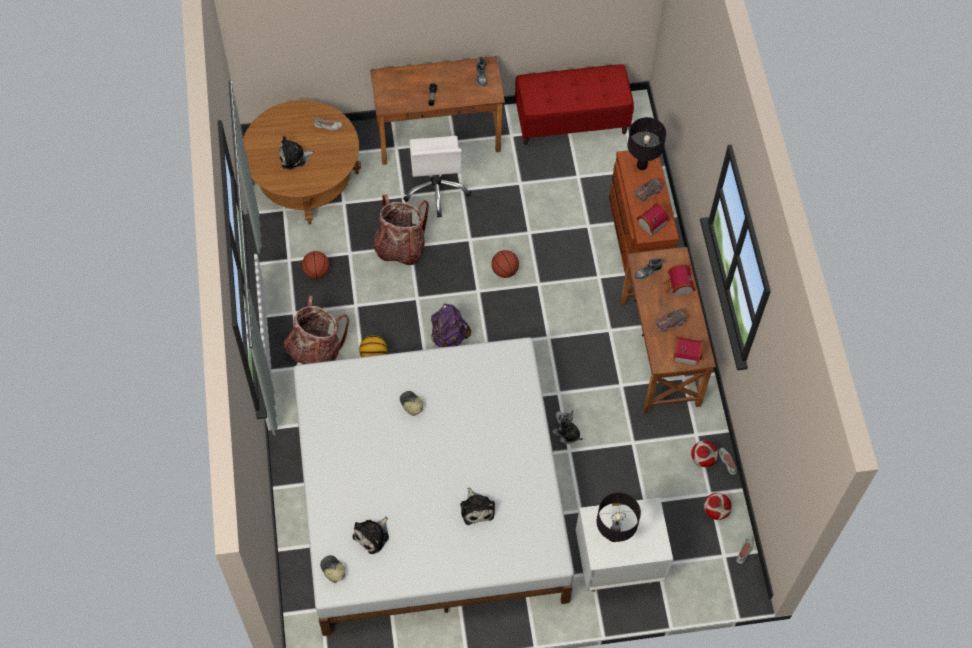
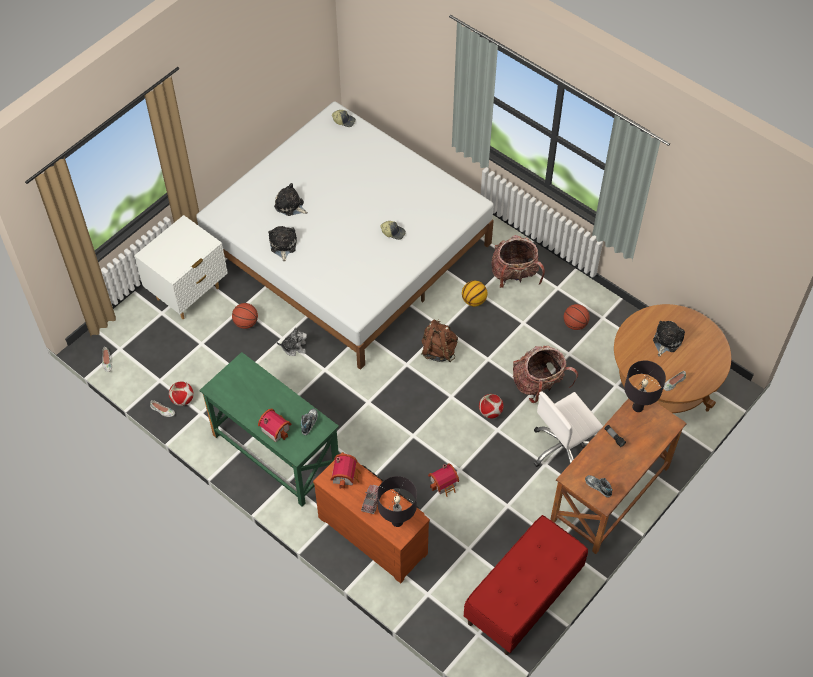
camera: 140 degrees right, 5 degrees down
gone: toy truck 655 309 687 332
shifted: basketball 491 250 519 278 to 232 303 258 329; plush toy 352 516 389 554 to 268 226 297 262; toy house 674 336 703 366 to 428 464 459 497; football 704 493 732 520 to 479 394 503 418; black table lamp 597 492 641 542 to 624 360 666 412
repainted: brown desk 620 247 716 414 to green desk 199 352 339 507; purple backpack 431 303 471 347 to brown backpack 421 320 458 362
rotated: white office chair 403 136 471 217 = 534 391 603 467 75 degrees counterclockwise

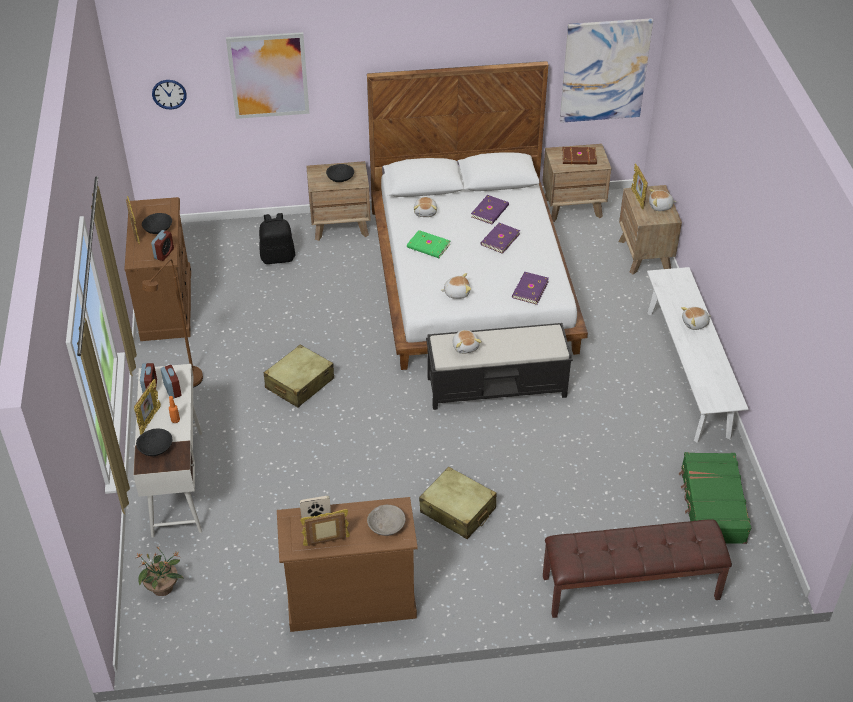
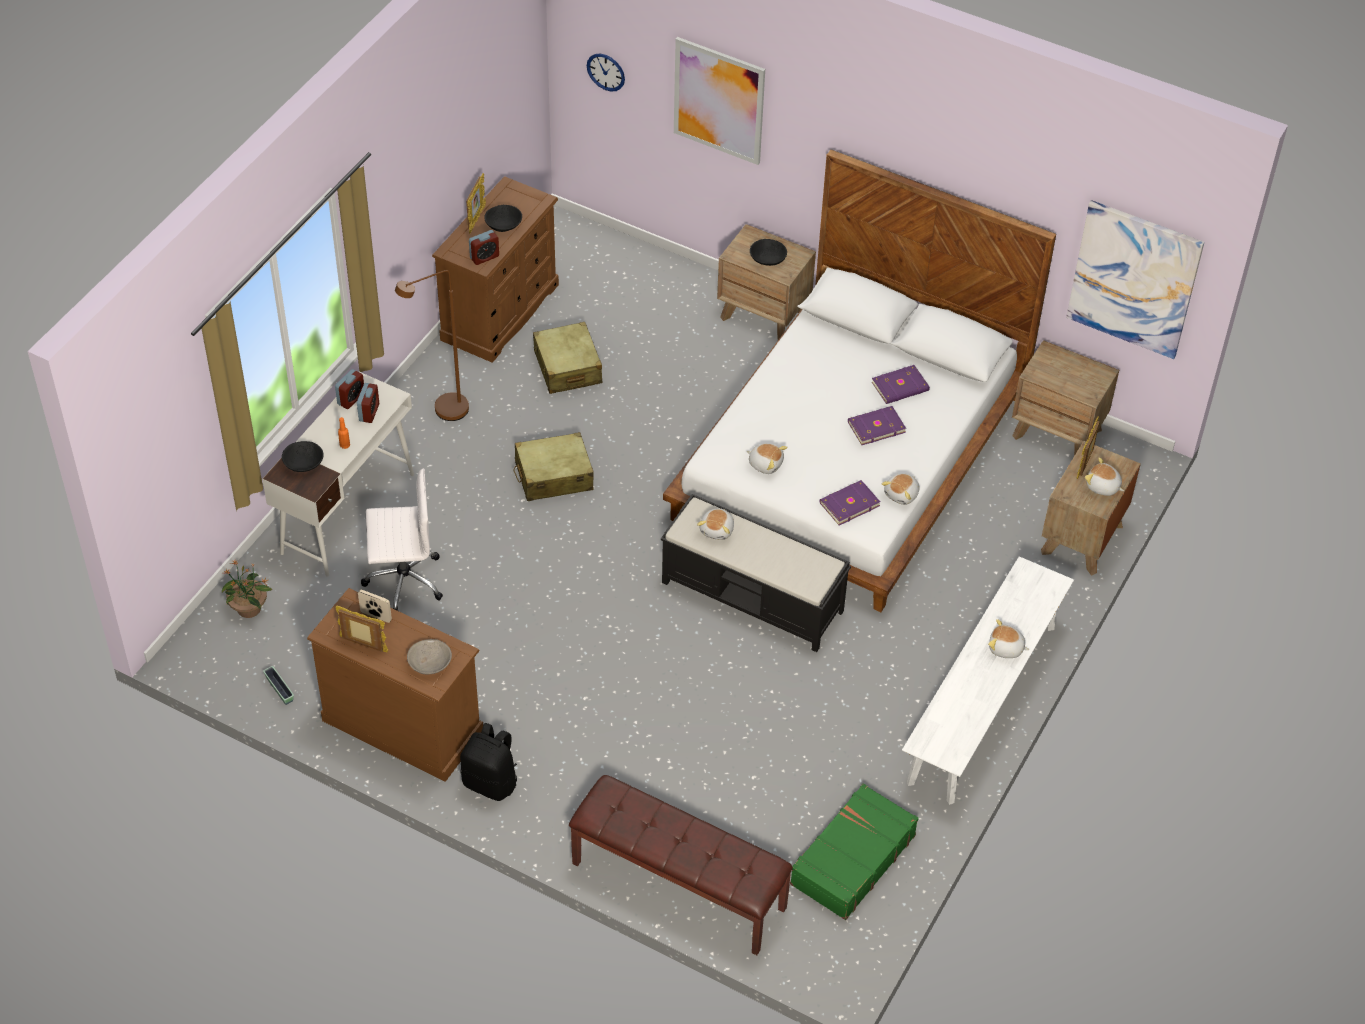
camera: 35 degrees right, 5 degrees up
gone: picture frame 134 379 161 435; green book 407 230 450 258; brown book 562 147 597 165
new: planter 263 666 294 705; white office chair 361 468 443 611
shifted: black backpack 259 213 295 264 to 460 723 517 801; beige suitcase 419 467 497 539 to 533 322 602 394; plush toy 414 197 437 217 to 881 473 920 505

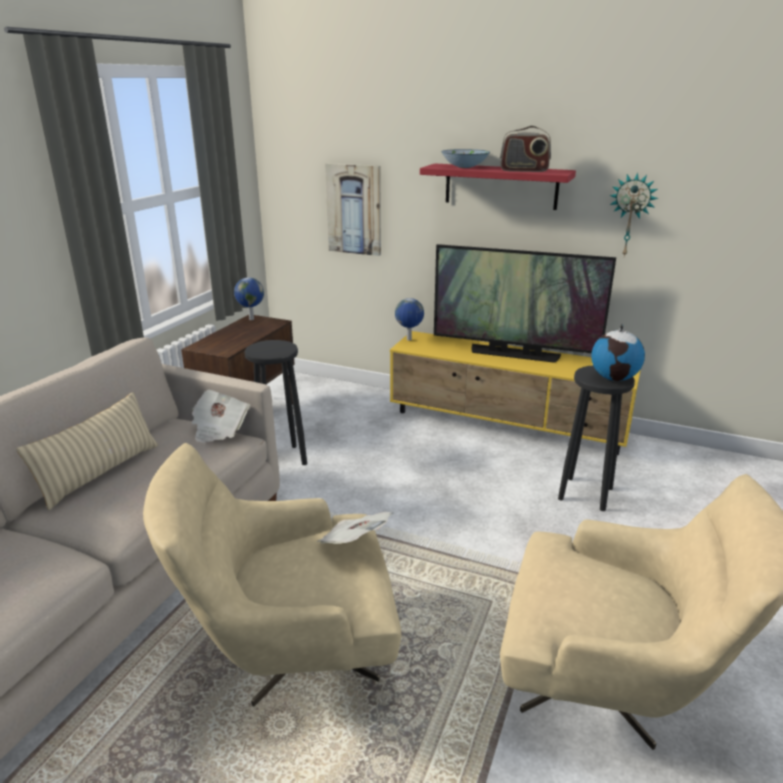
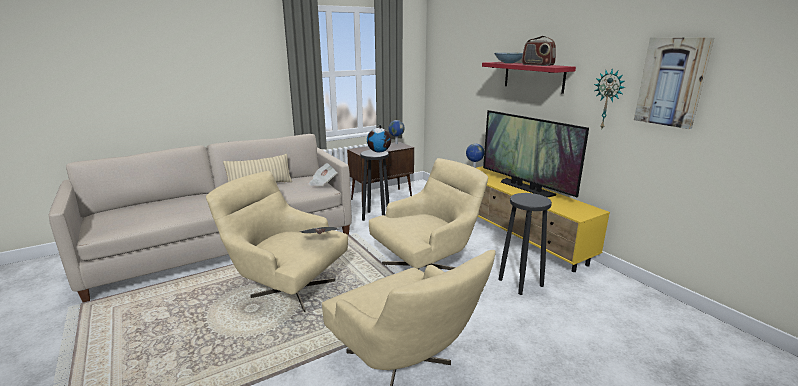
camera: 35 degrees right, 5 degrees down
new: beige armchair 369 158 488 270
shifted: globe 591 324 645 381 to 367 125 391 153; picture 325 163 381 256 to 634 38 714 129

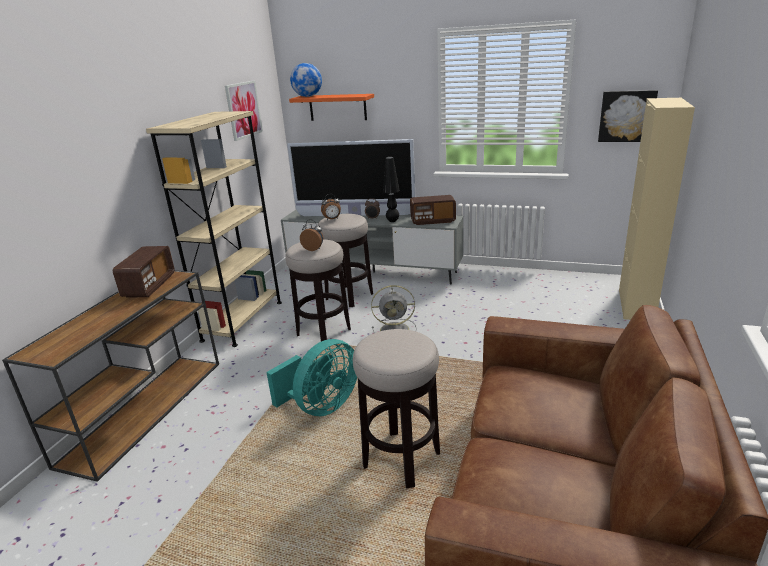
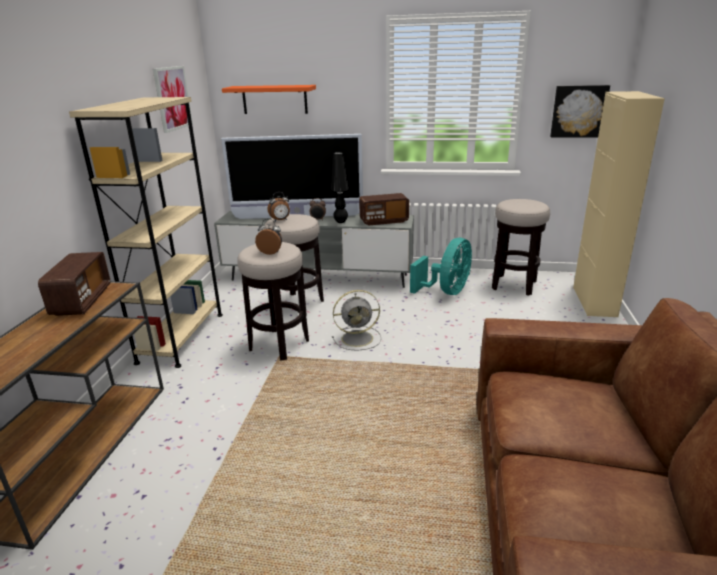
camera: 10 degrees left, 0 degrees up
gone: globe 290 63 322 97
shifted: turquoise fan 266 339 357 416 to 410 238 472 295; stool 353 329 440 489 to 492 199 550 295

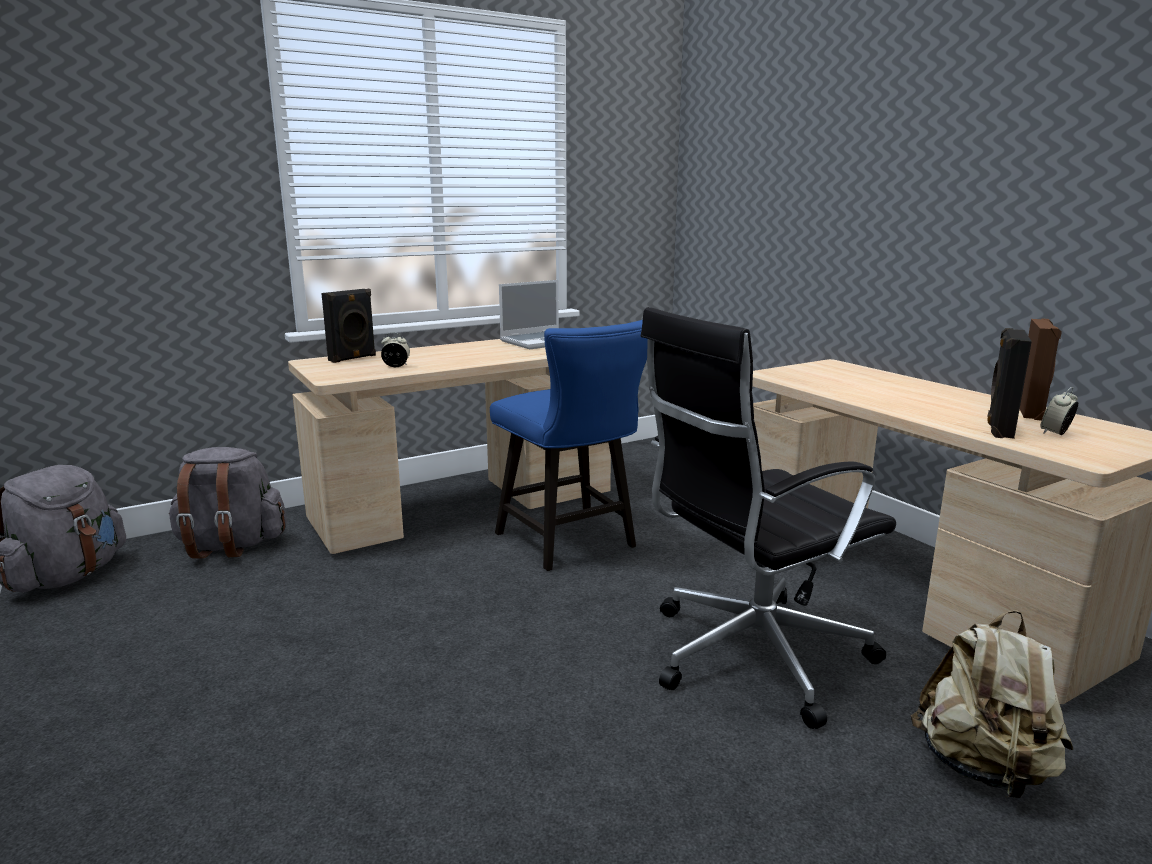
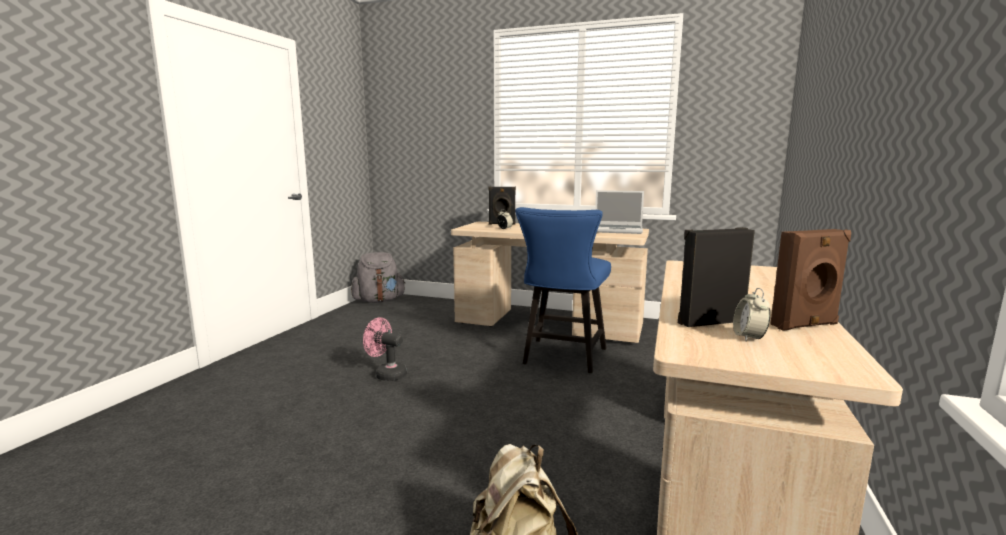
camera: 50 degrees right, 5 degrees down
gone: grey backpack 169 447 286 559; black office chair 641 307 896 729
new: pink fan 363 317 407 381
rotated: alarm clock 1040 387 1078 435 = 733 288 770 341 90 degrees counterclockwise

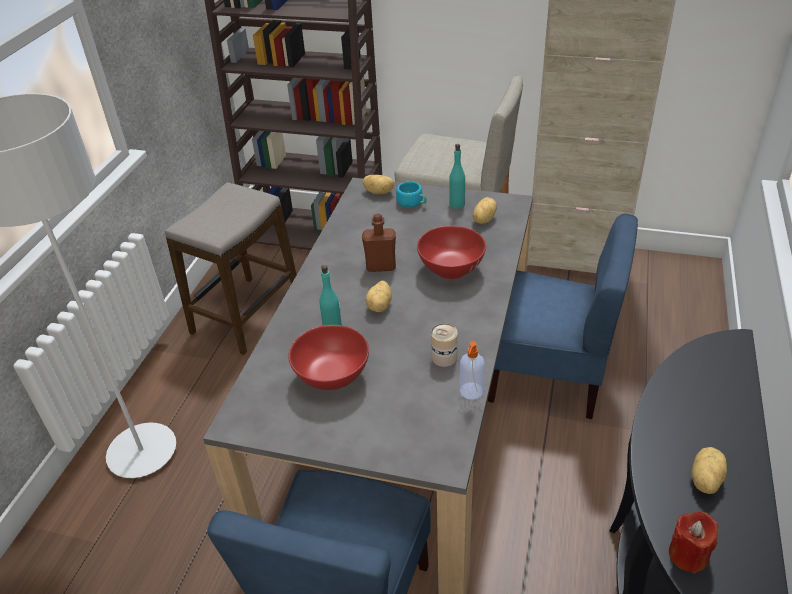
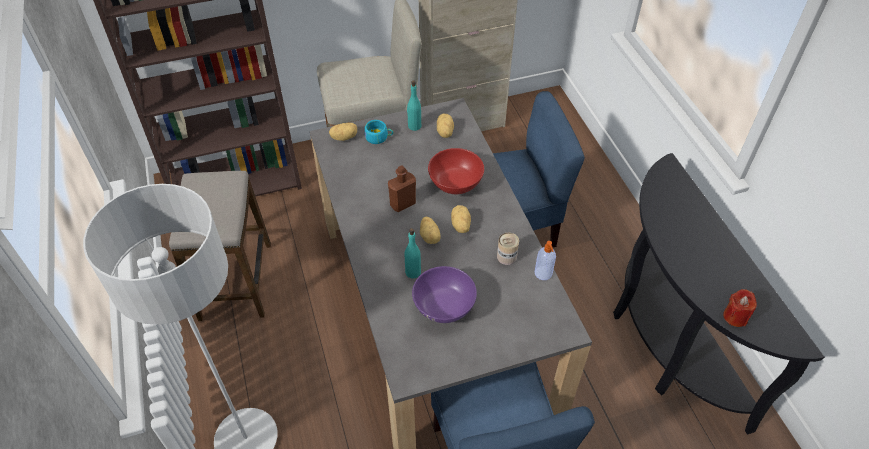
camera: 35 degrees left, 10 degrees up
shifted: potato 691 447 727 494 to 451 205 471 233
repainted: red bowl 288 325 369 390 to purple bowl 412 266 477 323

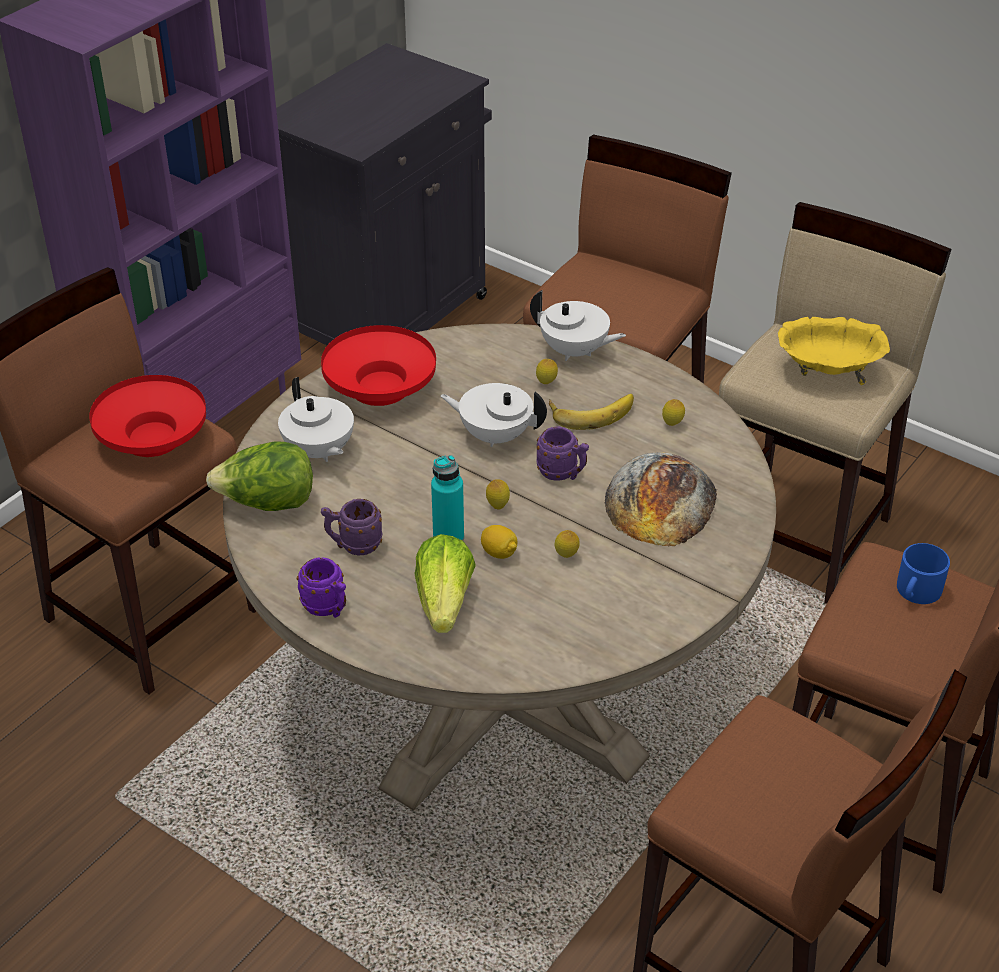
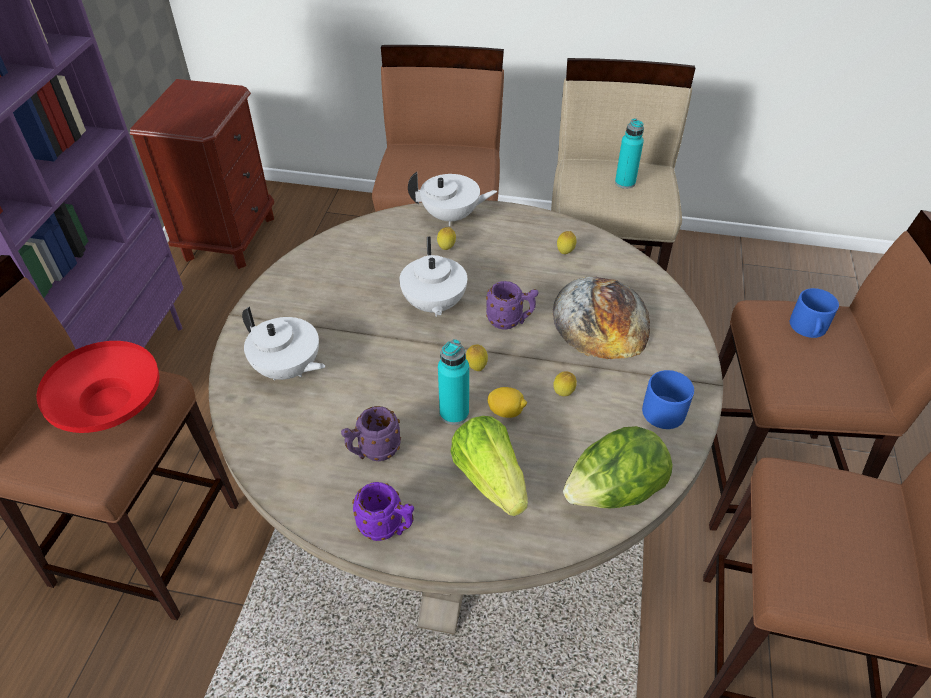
camera: 25 degrees left, 5 degrees up
gone: red bowl 321 325 436 406; banana 549 394 634 430
new: blue mug 642 370 694 429
shifted: lettuce 206 442 313 511 to 563 426 673 508
swapped: black cabinet 276 43 492 345 to brown nightstand 130 79 274 269; yellow bowl 778 317 890 385 to turquoise bottle 615 118 644 189
rotated: white teapot 440 383 547 447 = 399 236 467 317 90 degrees counterclockwise

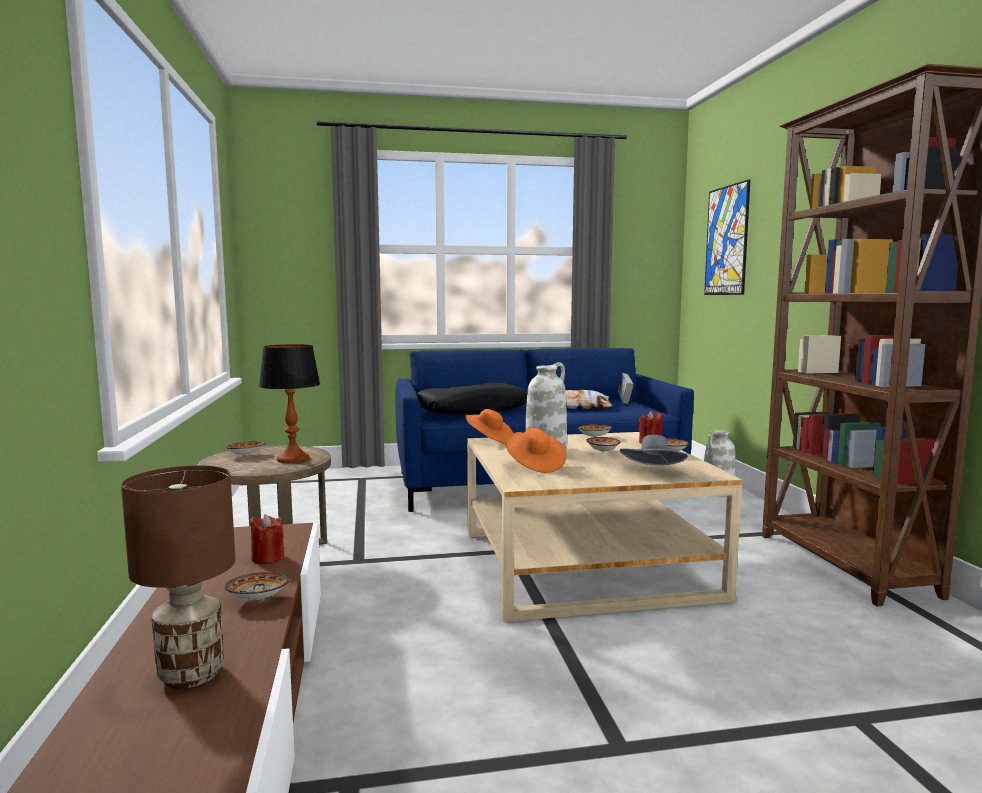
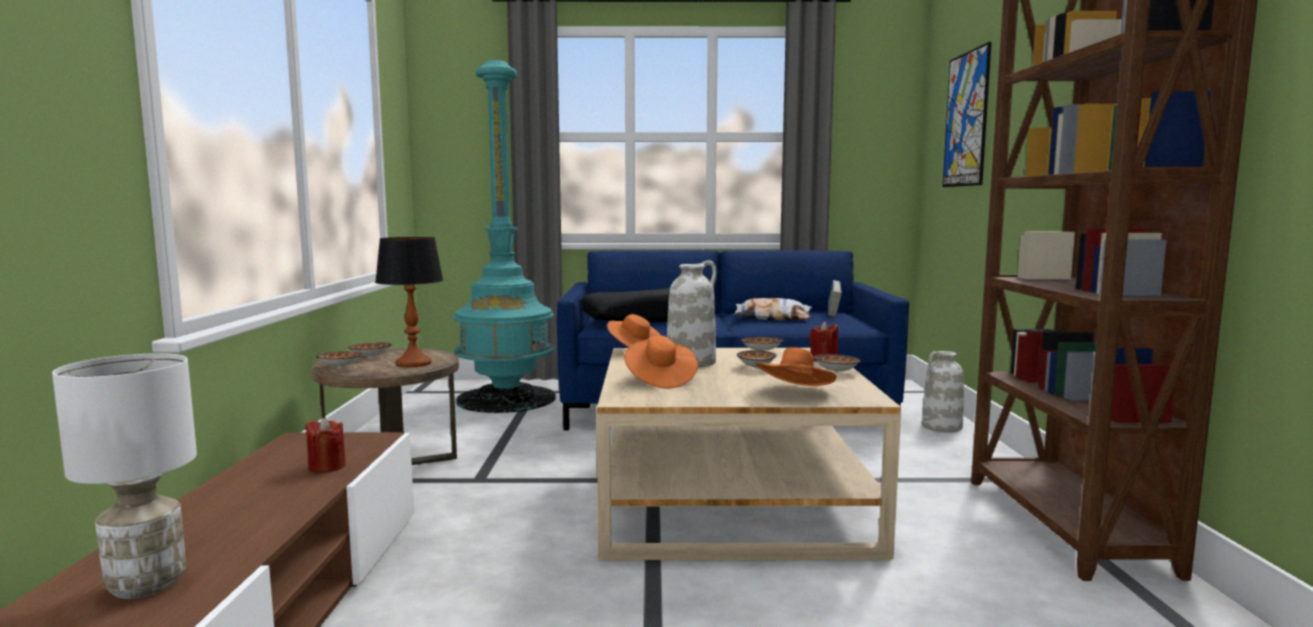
camera: 10 degrees right, 0 degrees up
new: turquoise floor lamp 453 60 556 413
shifted: bowl 224 572 290 600 to 316 352 363 368
repainted: brown table lamp 121 465 235 689 to white table lamp 52 353 197 599; grey hat 620 435 688 466 to orange hat 756 347 836 386

